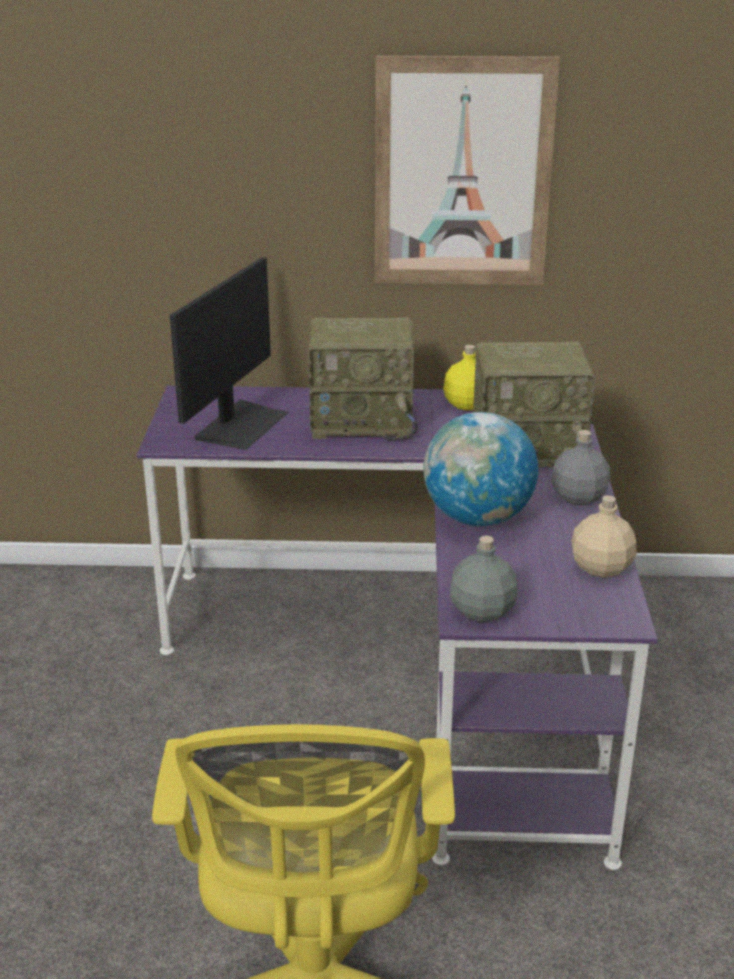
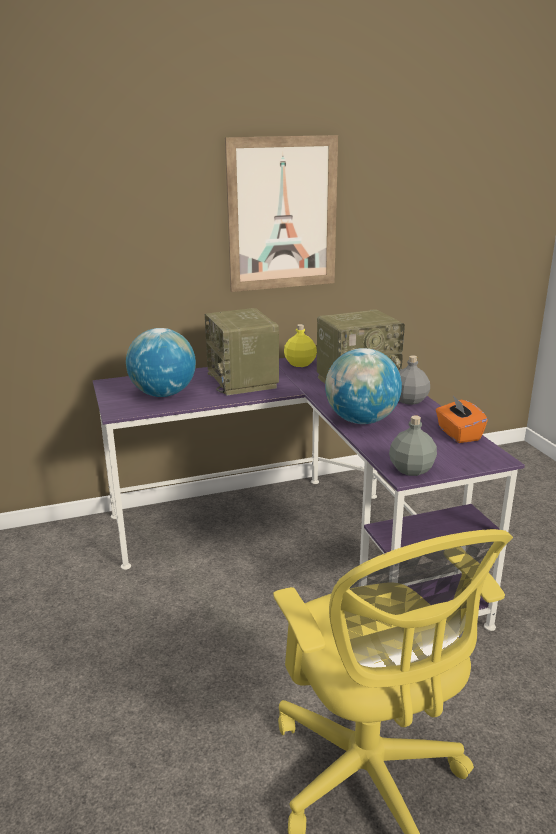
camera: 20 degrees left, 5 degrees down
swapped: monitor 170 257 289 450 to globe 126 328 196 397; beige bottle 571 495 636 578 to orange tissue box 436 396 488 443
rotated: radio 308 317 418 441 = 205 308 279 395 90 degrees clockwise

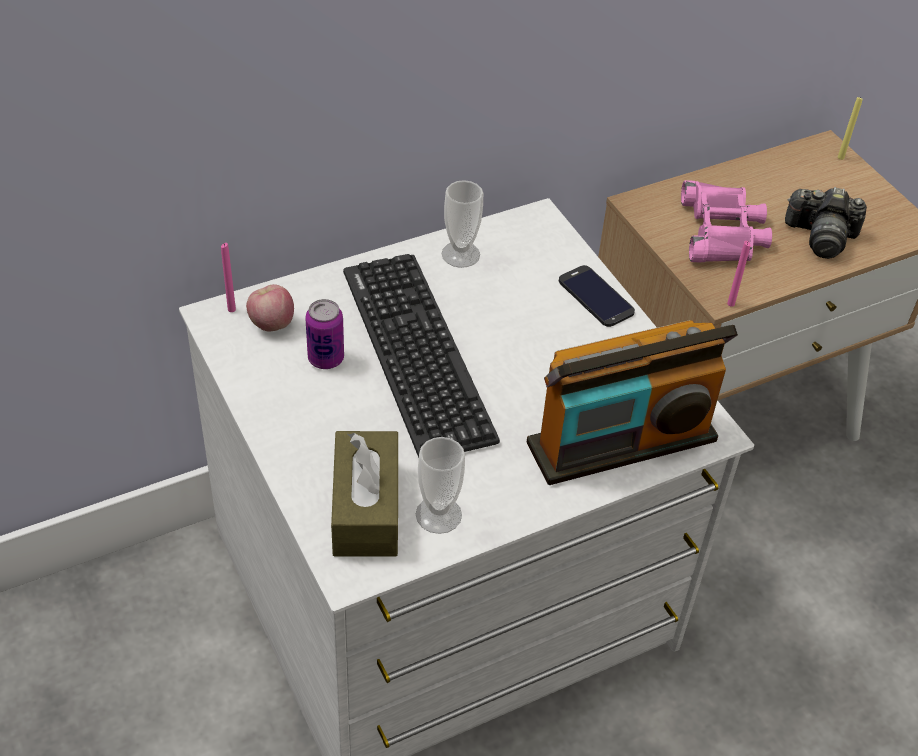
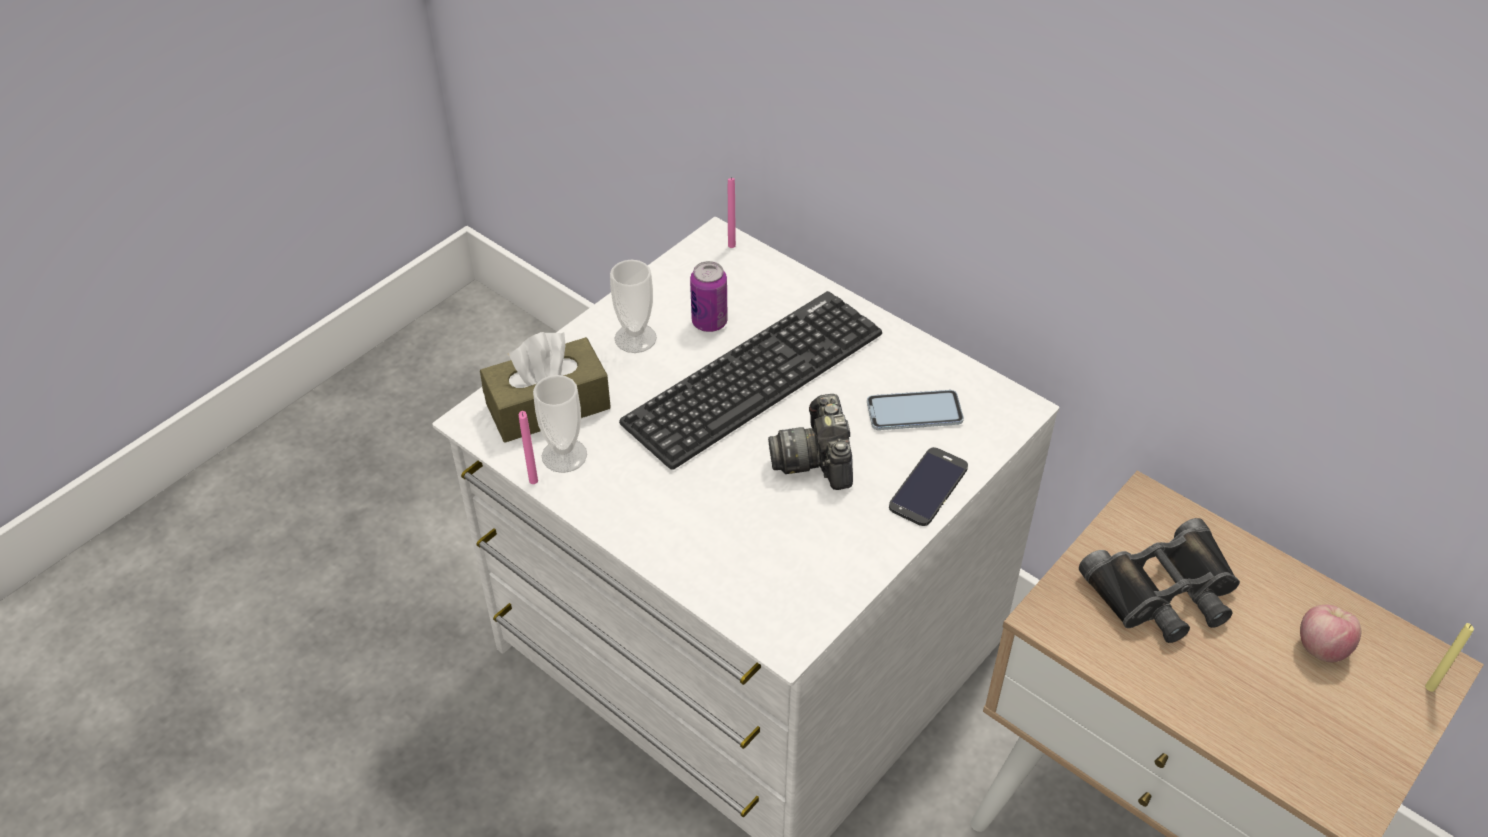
camera: 70 degrees right, 0 degrees up
gone: radio 526 320 738 485
new: phone 867 390 964 430
shifted: pink candle 727 241 750 307 to 519 411 538 484; cup 441 180 483 268 to 610 260 657 353; photo camera 785 187 867 259 to 768 394 853 490; apple 246 284 294 332 to 1300 605 1361 662
repainted: pink binoculars 681 180 772 263 to black binoculars 1079 518 1240 643

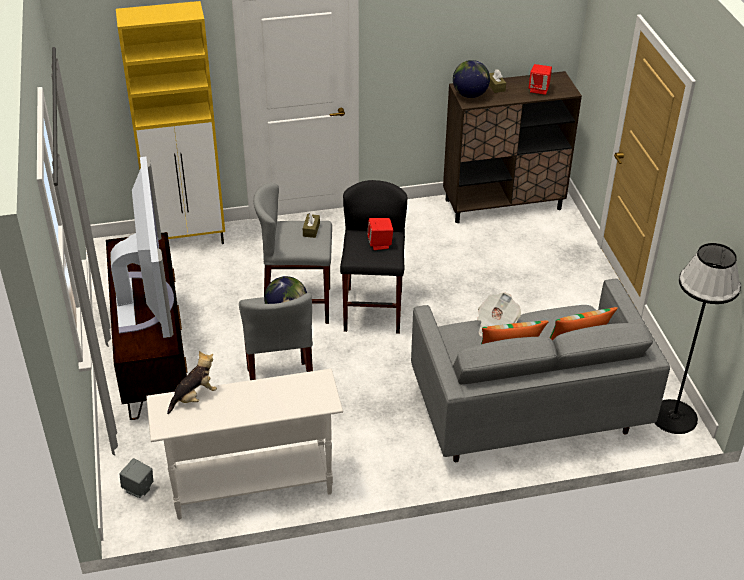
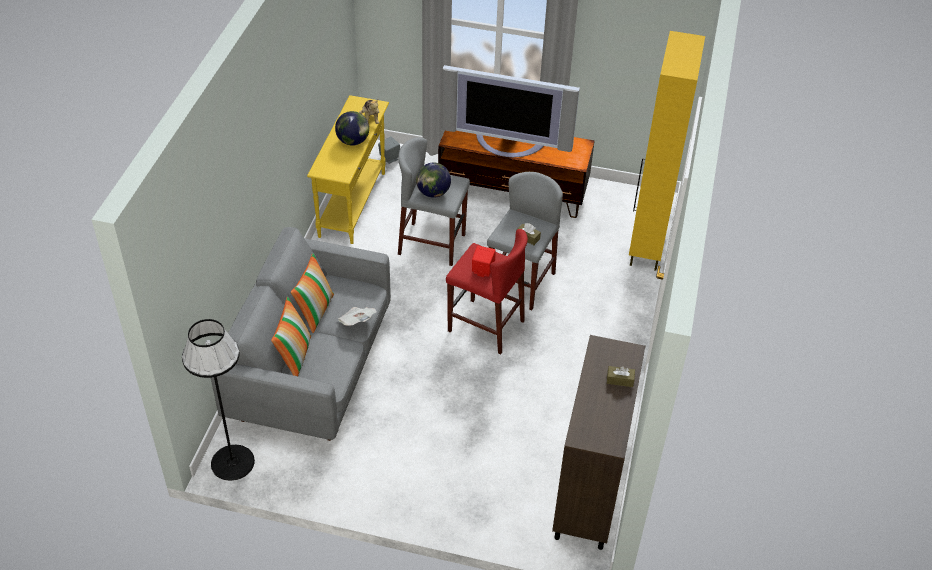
camera: 115 degrees right, 5 degrees up
gone: red speaker 529 64 552 95
shifted: globe 453 60 490 98 to 335 111 369 146
repainted: white console table 146 369 343 520 to yellow console table 307 95 389 244; black stool 340 180 407 334 to red stool 446 229 528 355

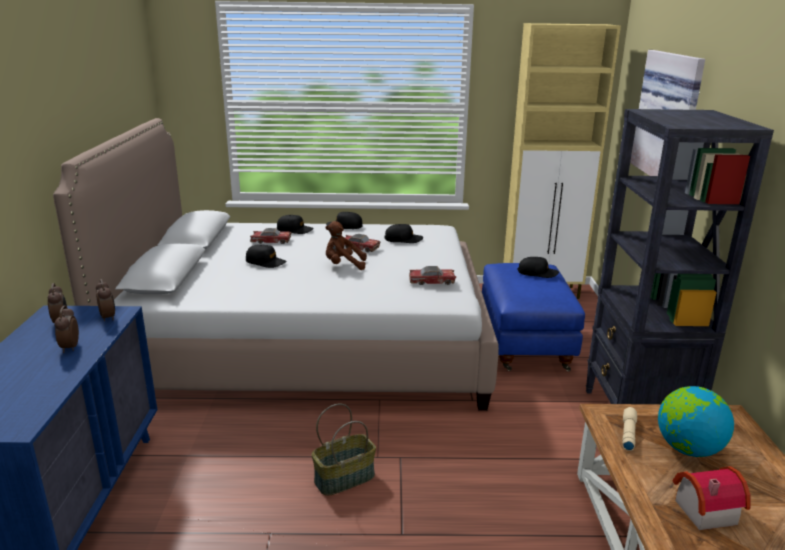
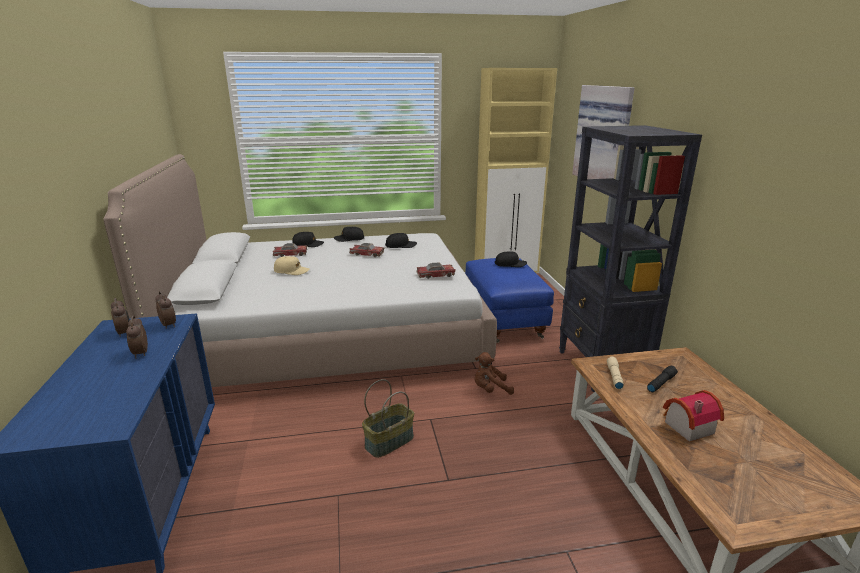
camera: 10 degrees left, 0 degrees up
shifted: brown plush toy 325 221 367 270 to 474 352 514 395
swapped: globe 658 386 734 457 to black flashlight 647 366 678 392
repainted: black cap 246 244 286 268 to beige cap 274 256 310 275

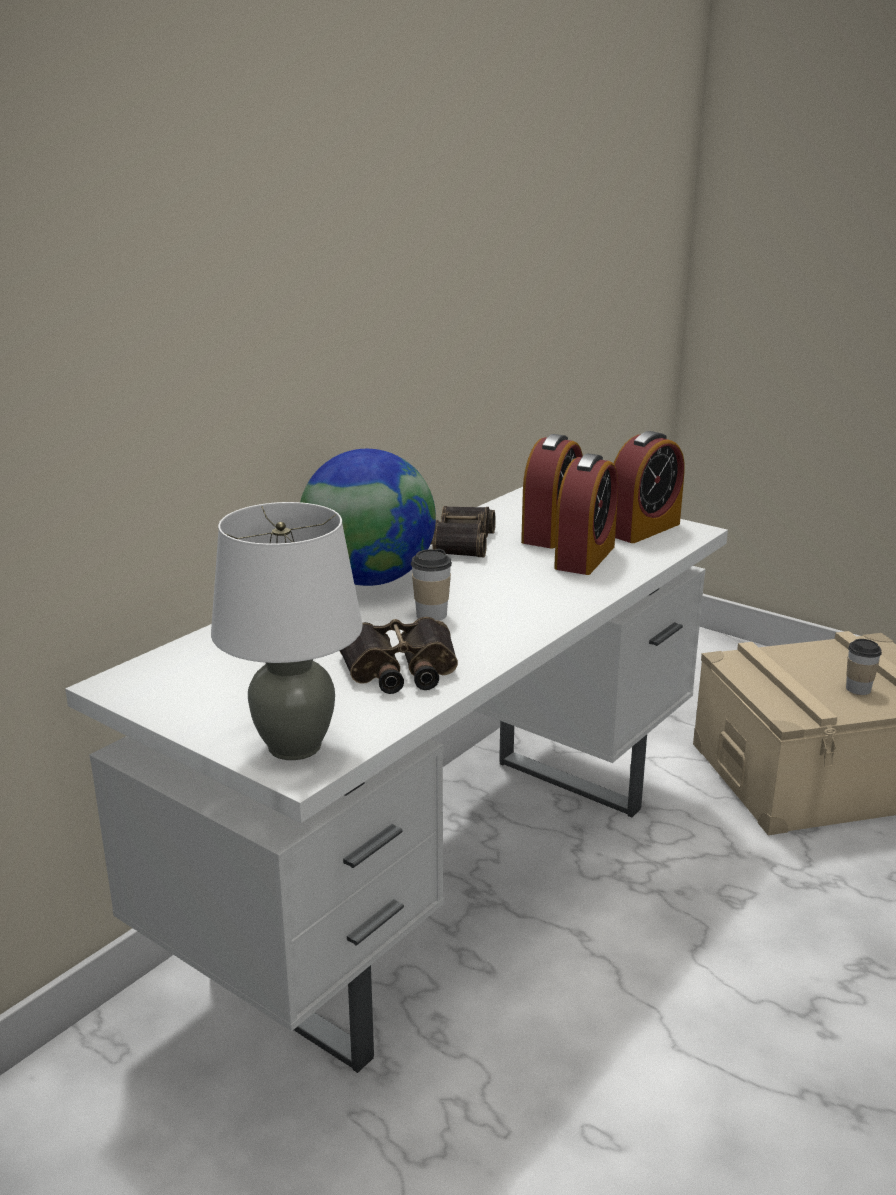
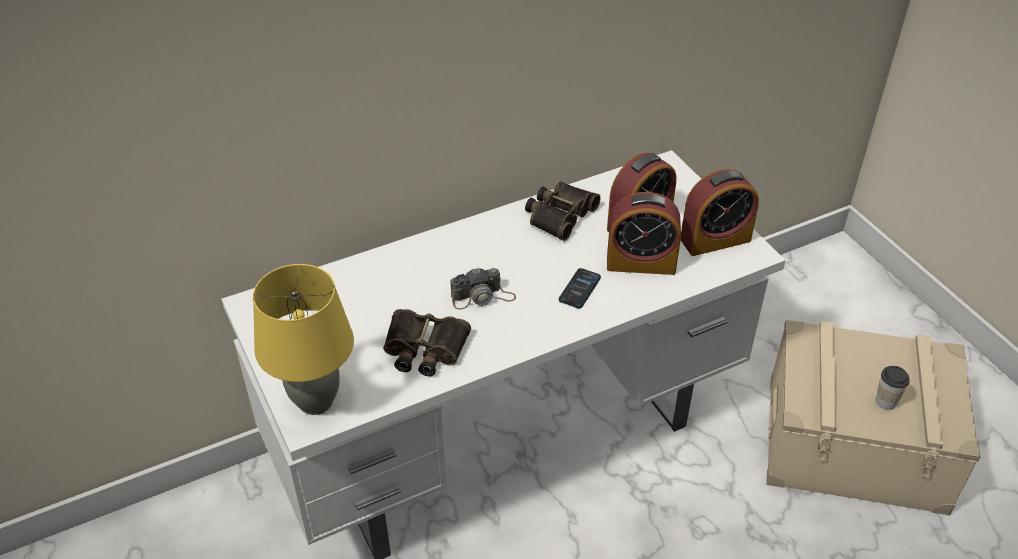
camera: 25 degrees right, 20 degrees up
gone: globe 300 449 436 586
new: phone 559 268 601 308
swapped: cup 411 549 452 621 to photo camera 450 268 516 309
repainted: white table lamp 211 502 363 760 to yellow table lamp 253 264 354 415
rotated: alarm clock 554 454 618 575 = 607 192 681 275 45 degrees clockwise

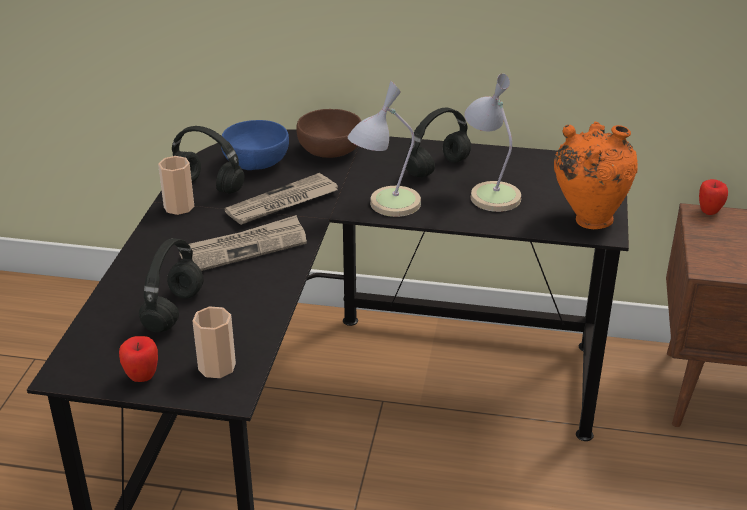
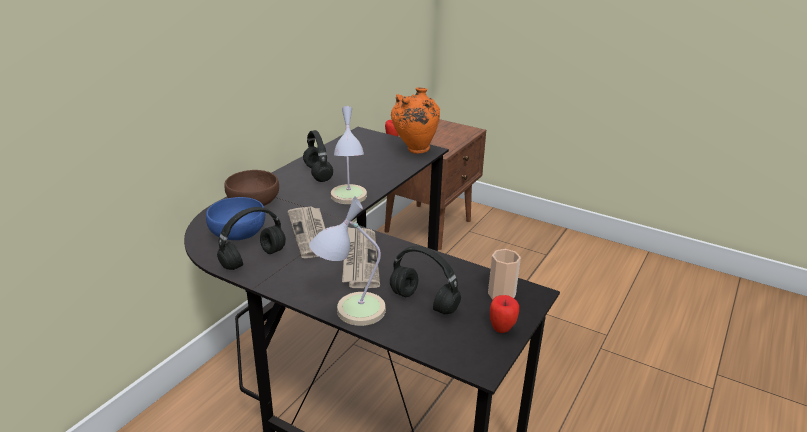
camera: 70 degrees left, 5 degrees down
gone: cup 158 156 194 215
shifted: table lamp 464 73 521 212 to 309 196 386 326

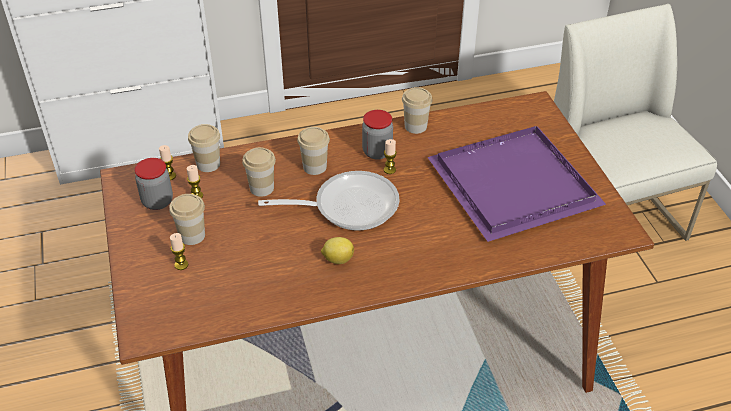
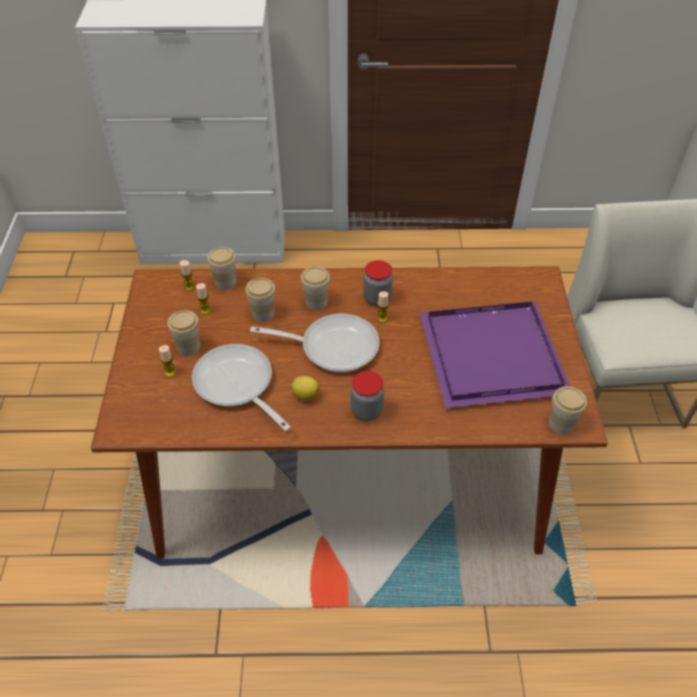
camera: 15 degrees right, 5 degrees up
new: frying pan 192 344 291 431
shifted: jar 135 158 173 210 to 351 371 384 421; cup 402 87 432 134 to 549 386 587 434

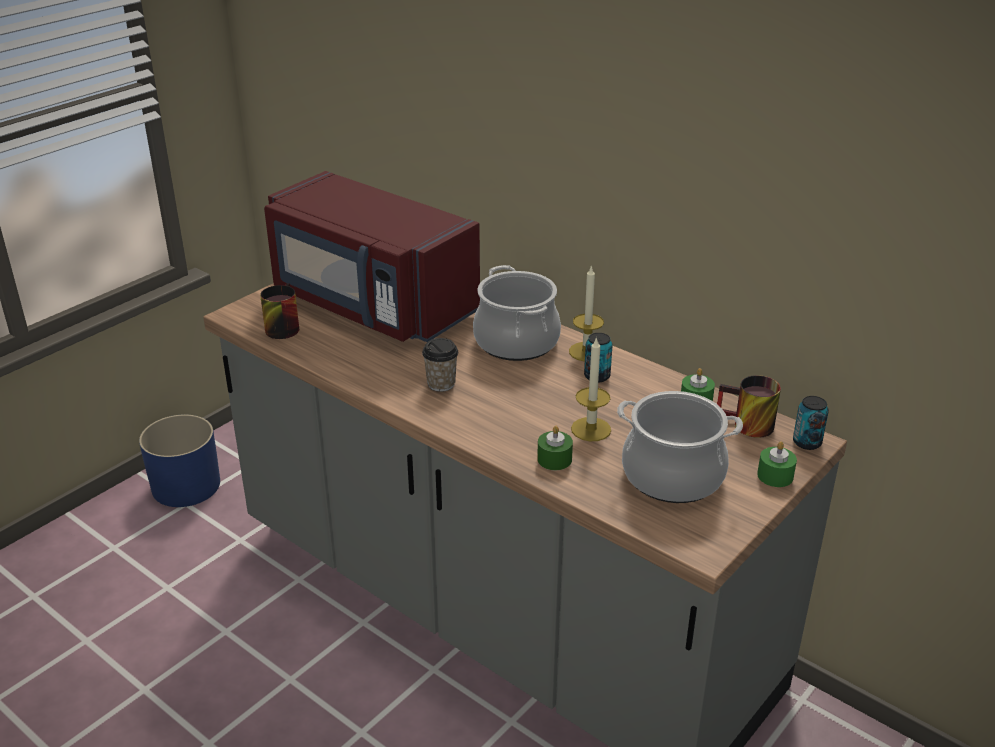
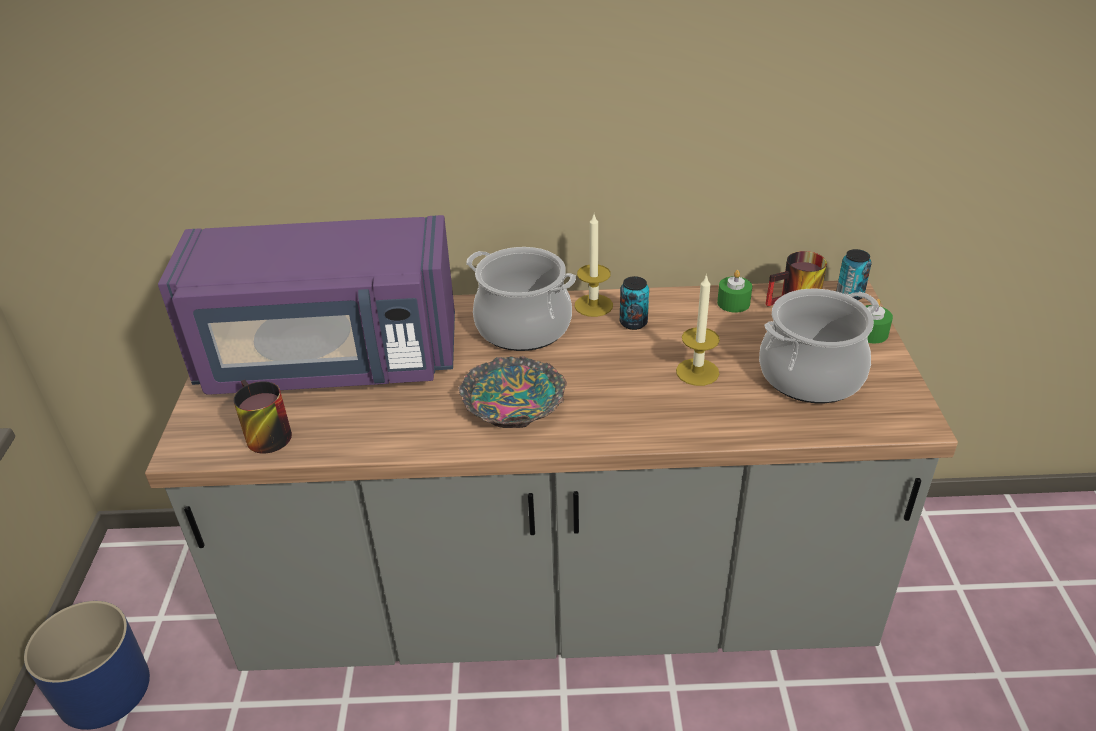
camera: 40 degrees left, 5 degrees up
gone: green candle 537 426 573 470
swapped: cup 422 338 458 392 to bowl 458 356 567 428
repainted: red microwave 264 171 480 342 to purple microwave 158 215 455 395

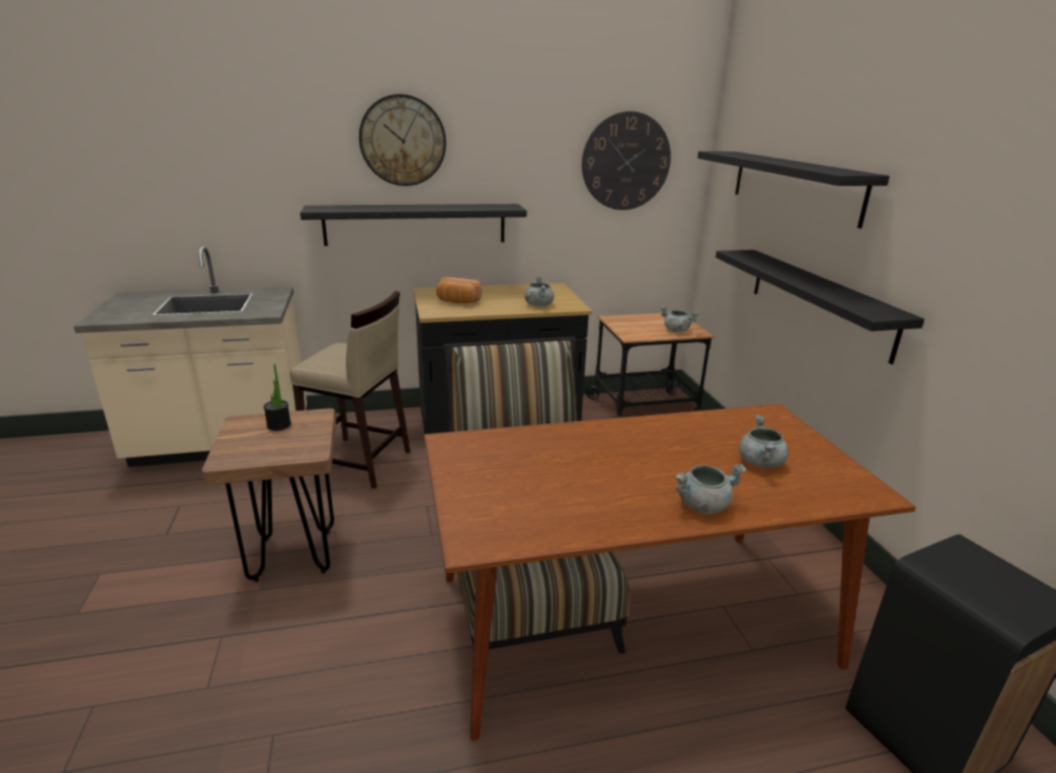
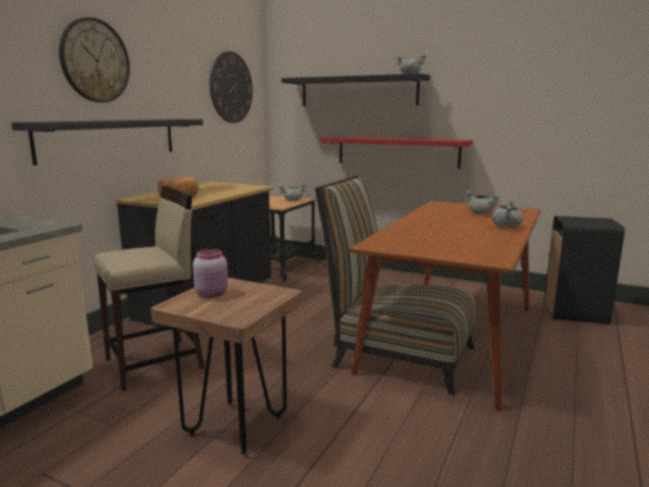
camera: 50 degrees left, 10 degrees down
shifted: grey cooking pot 524 276 554 306 to 396 54 426 74
swapped: potted plant 264 364 291 431 to pink jar 193 249 228 298
repainted: black shelf 715 250 925 365 to red shelf 320 137 473 169

